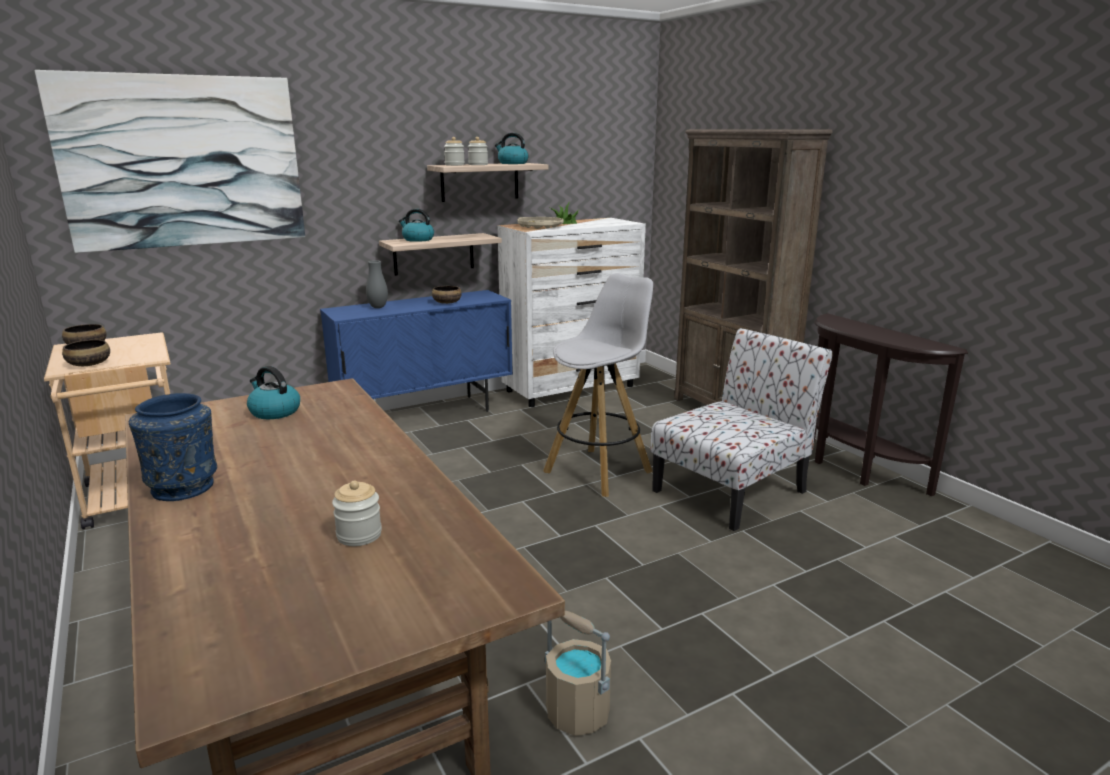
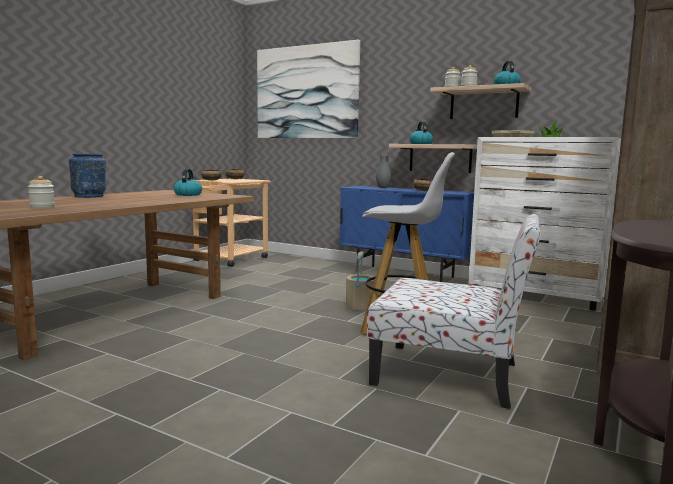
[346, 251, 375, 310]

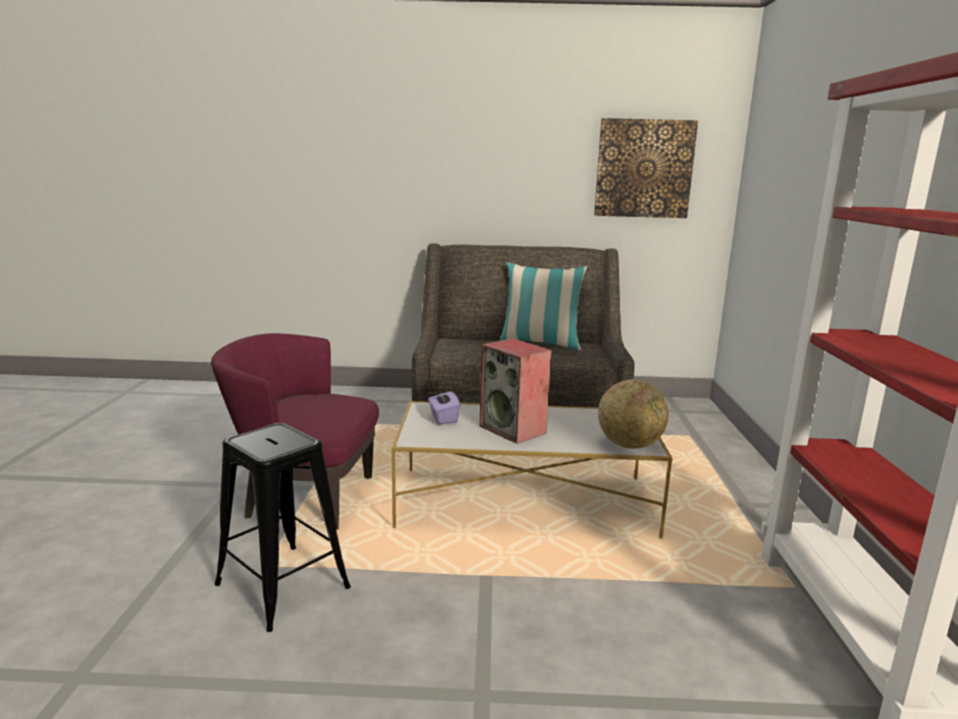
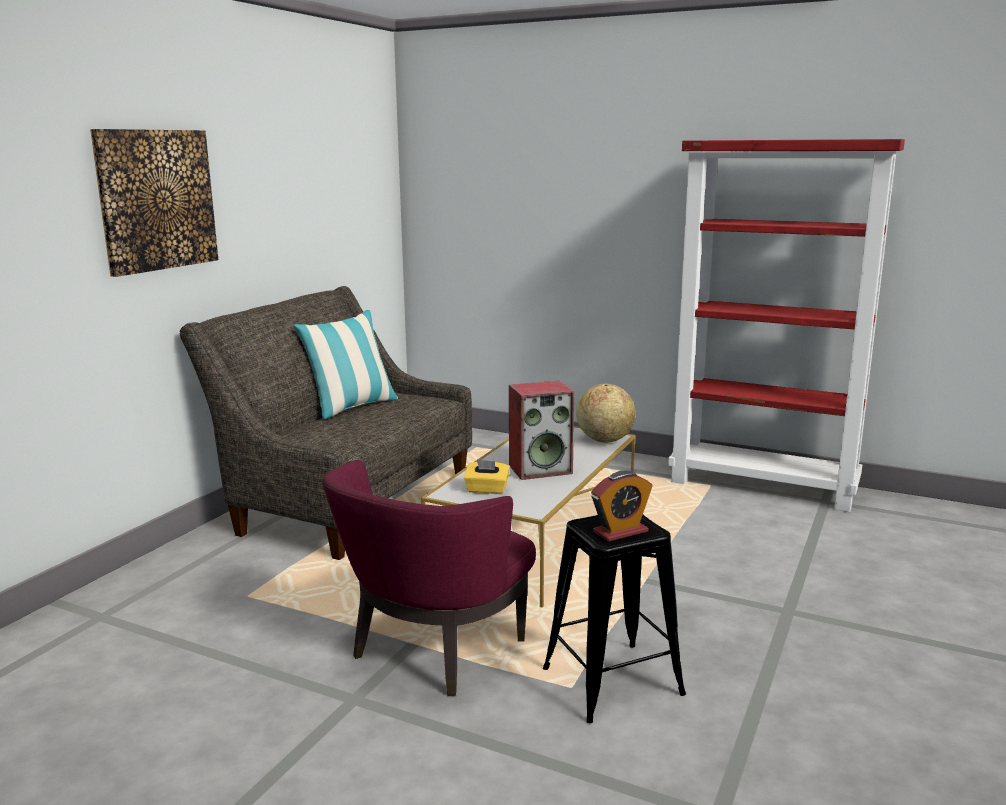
[591, 471, 653, 542]
[90, 129, 218, 277]
[464, 460, 510, 494]

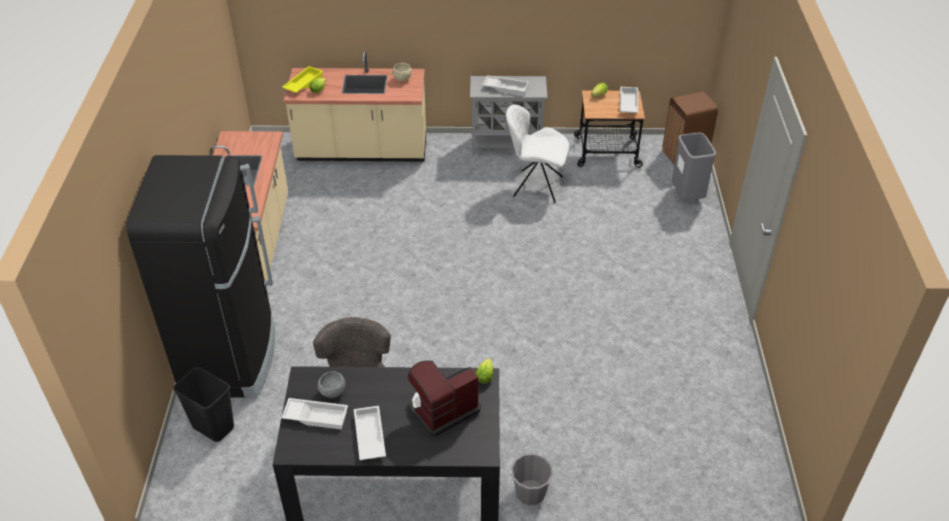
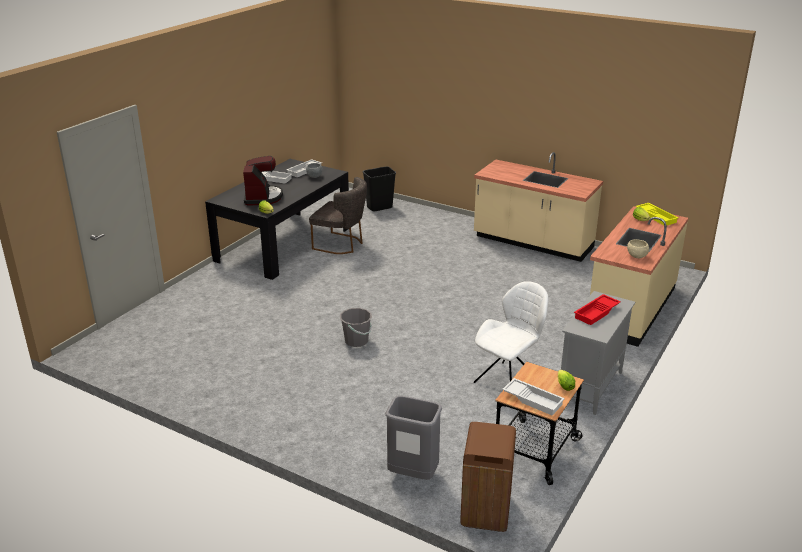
[127, 155, 275, 398] (first image)
[340, 308, 372, 347]
[574, 294, 621, 325]

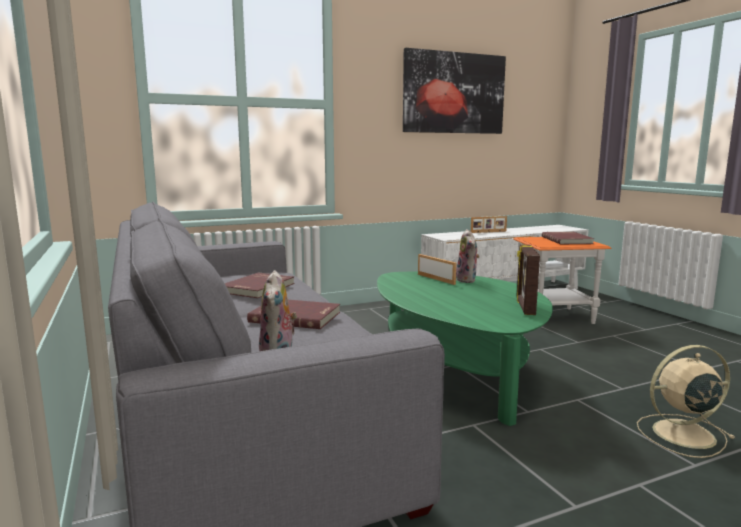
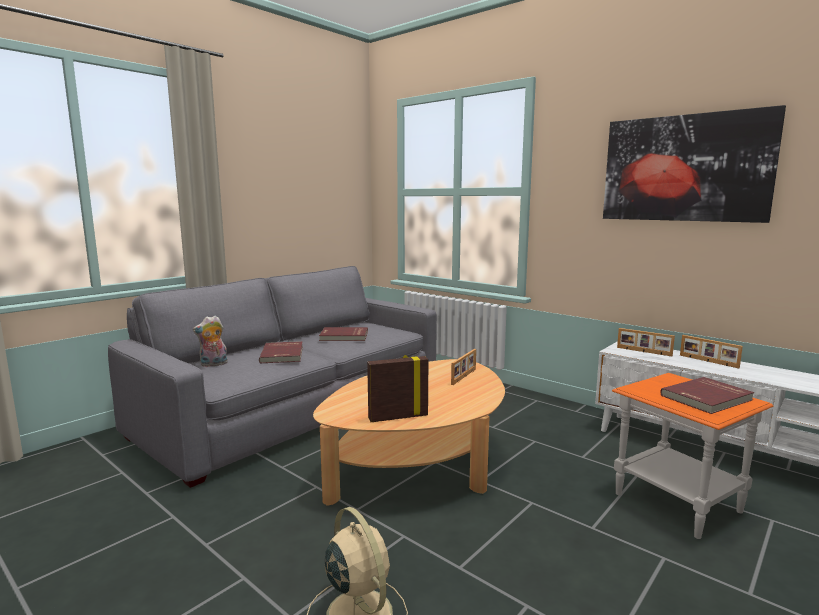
[456, 229, 480, 283] (first image)
[617, 328, 675, 356]
[313, 359, 505, 506]

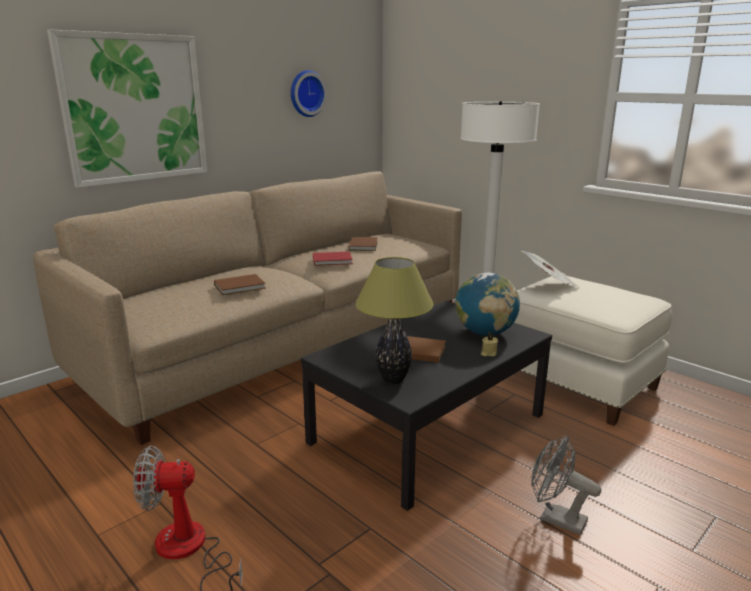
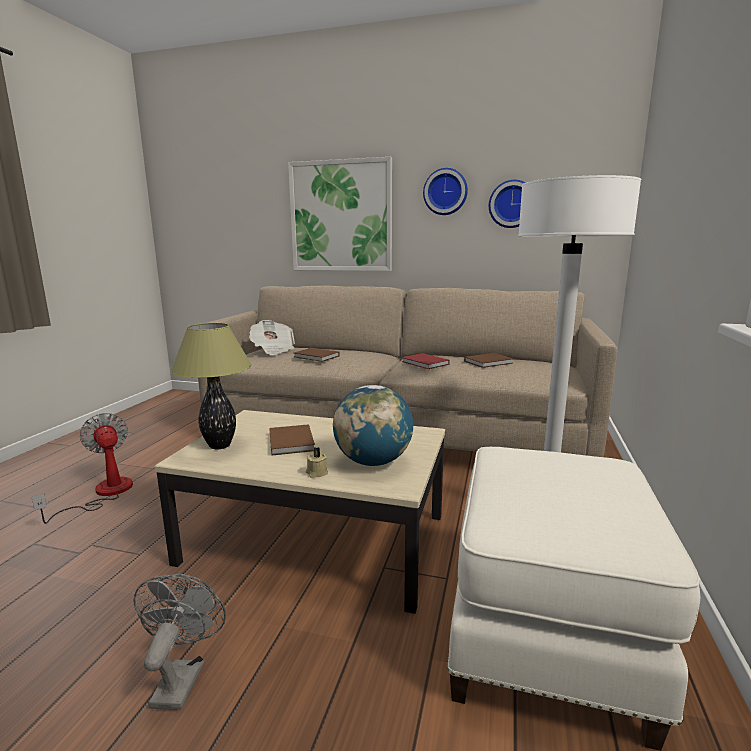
[423, 168, 468, 215]
[249, 320, 295, 355]
[155, 410, 445, 614]

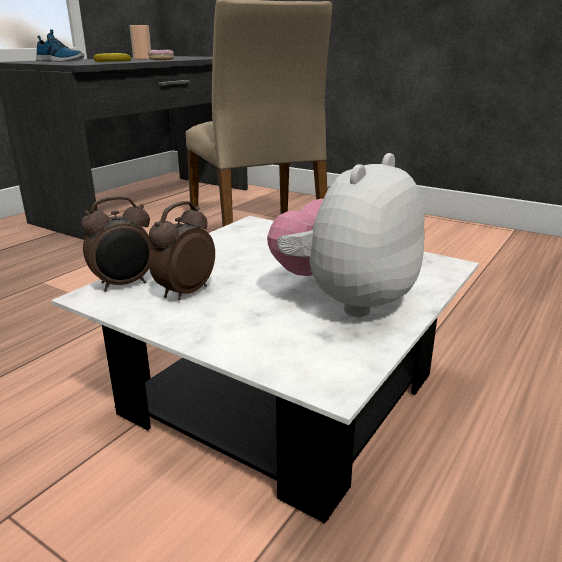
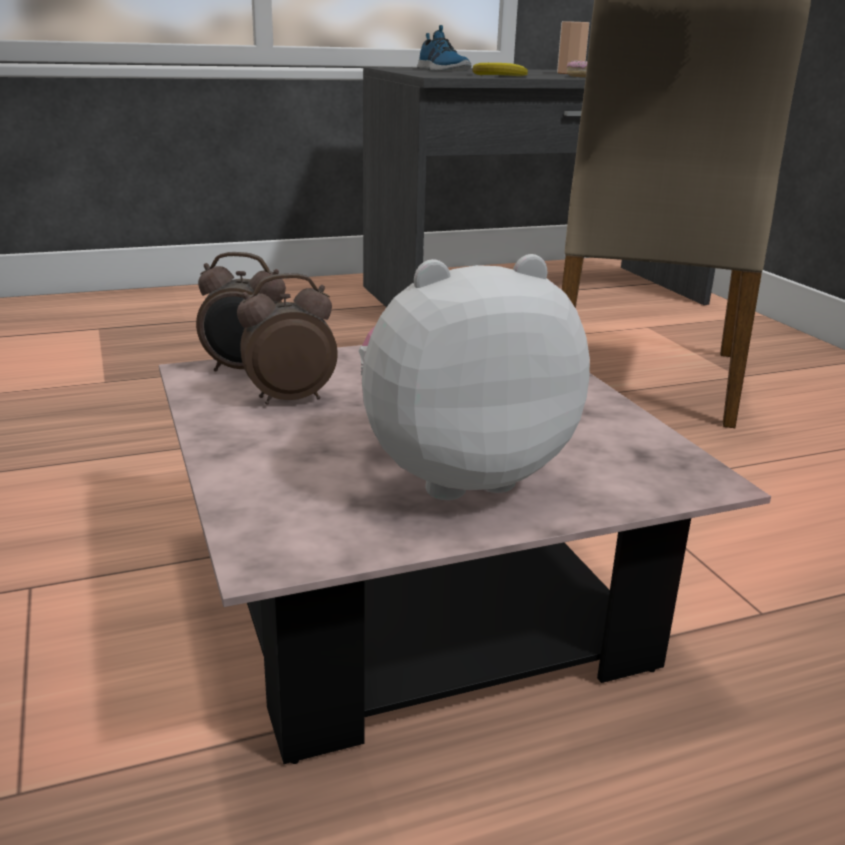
[159, 345, 771, 764]

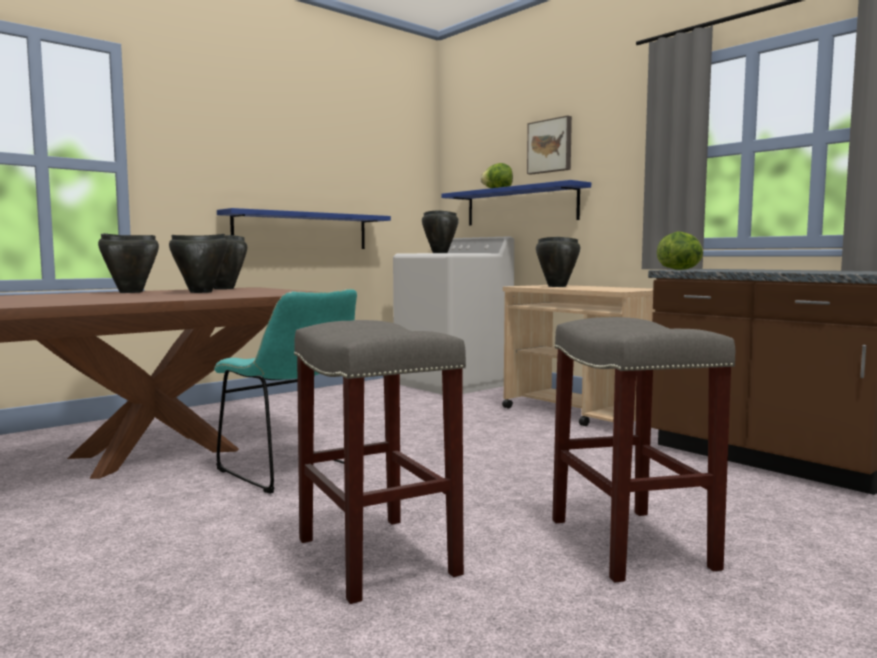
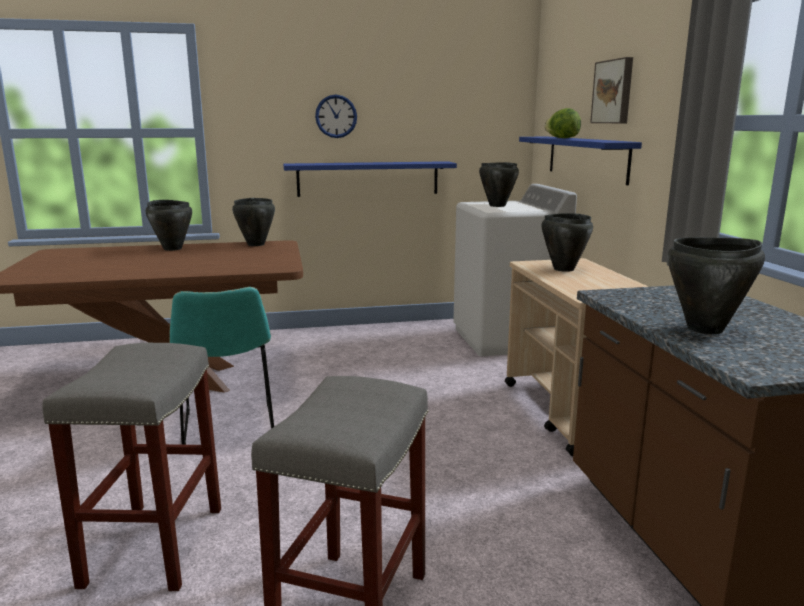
[657, 231, 703, 270] (first image)
[315, 95, 357, 138]
[667, 237, 765, 334]

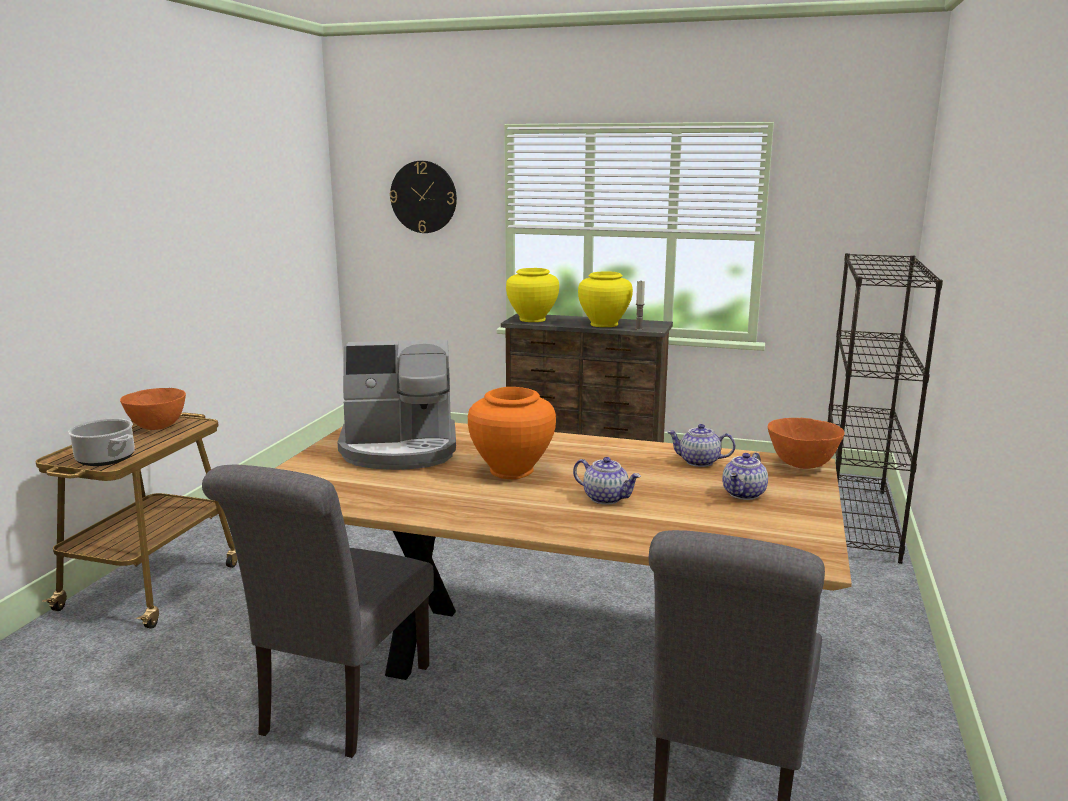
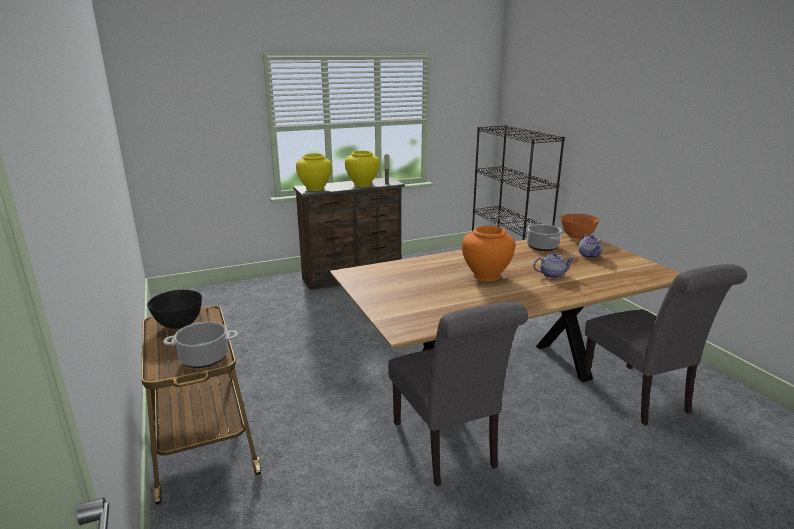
[338, 339, 456, 470] (first image)
[390, 161, 457, 233] (first image)
[527, 224, 562, 251]
[147, 290, 202, 329]

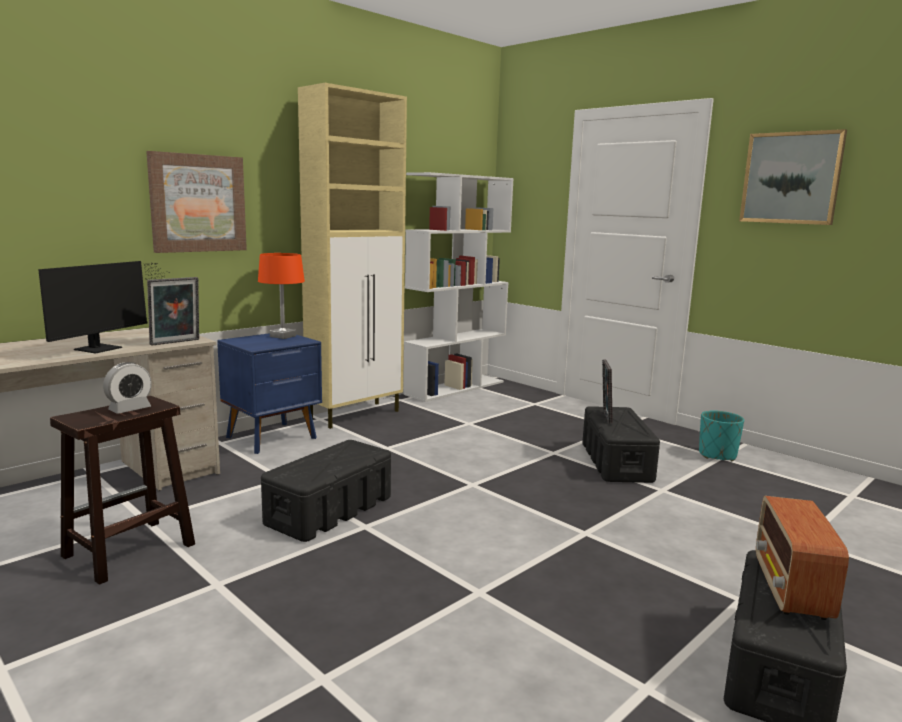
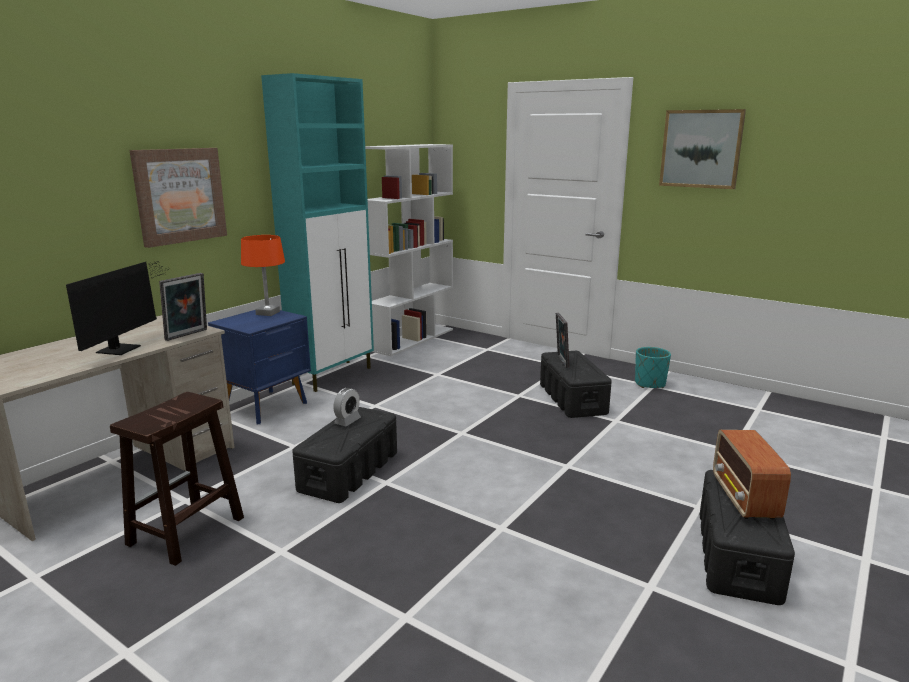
[333, 388, 361, 426]
[261, 73, 374, 392]

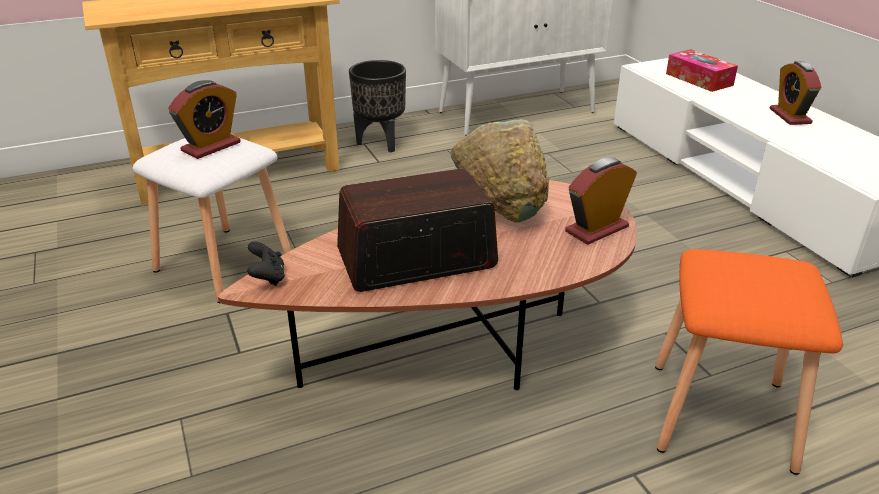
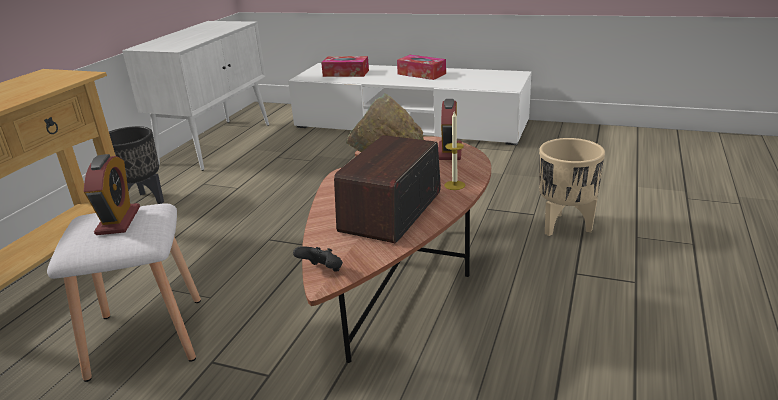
[444, 112, 465, 190]
[539, 138, 605, 236]
[397, 55, 446, 80]

